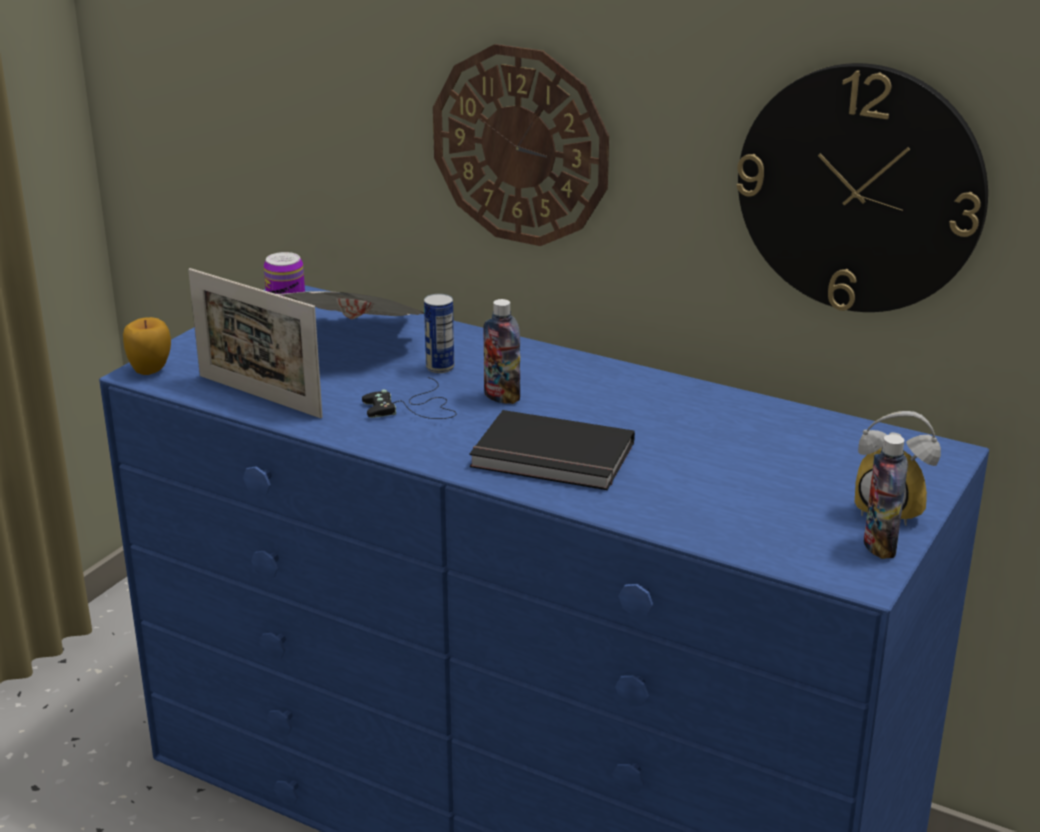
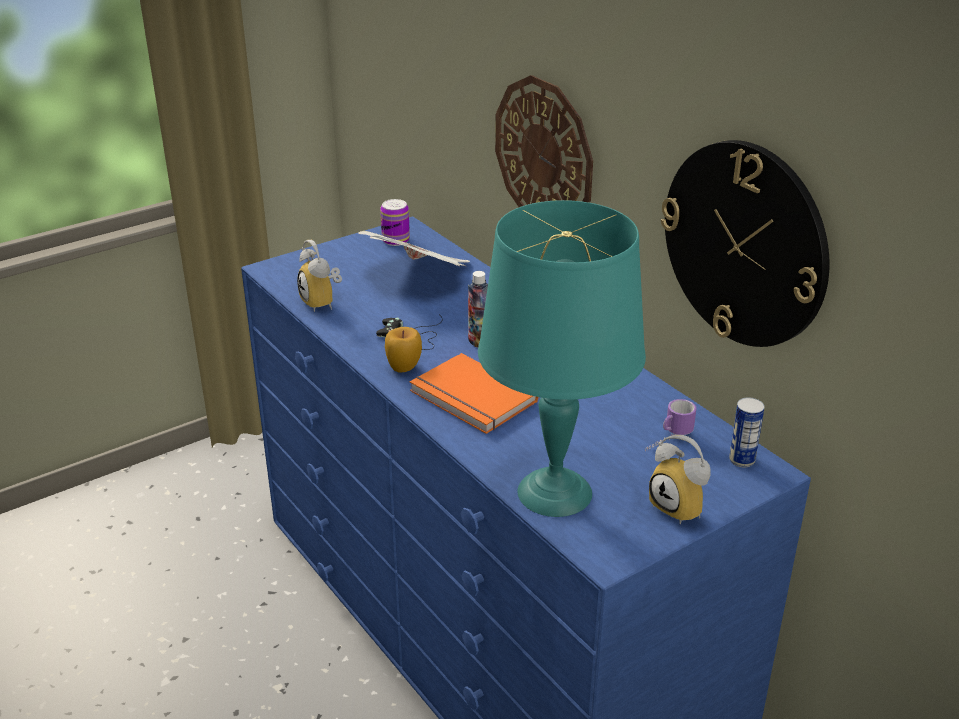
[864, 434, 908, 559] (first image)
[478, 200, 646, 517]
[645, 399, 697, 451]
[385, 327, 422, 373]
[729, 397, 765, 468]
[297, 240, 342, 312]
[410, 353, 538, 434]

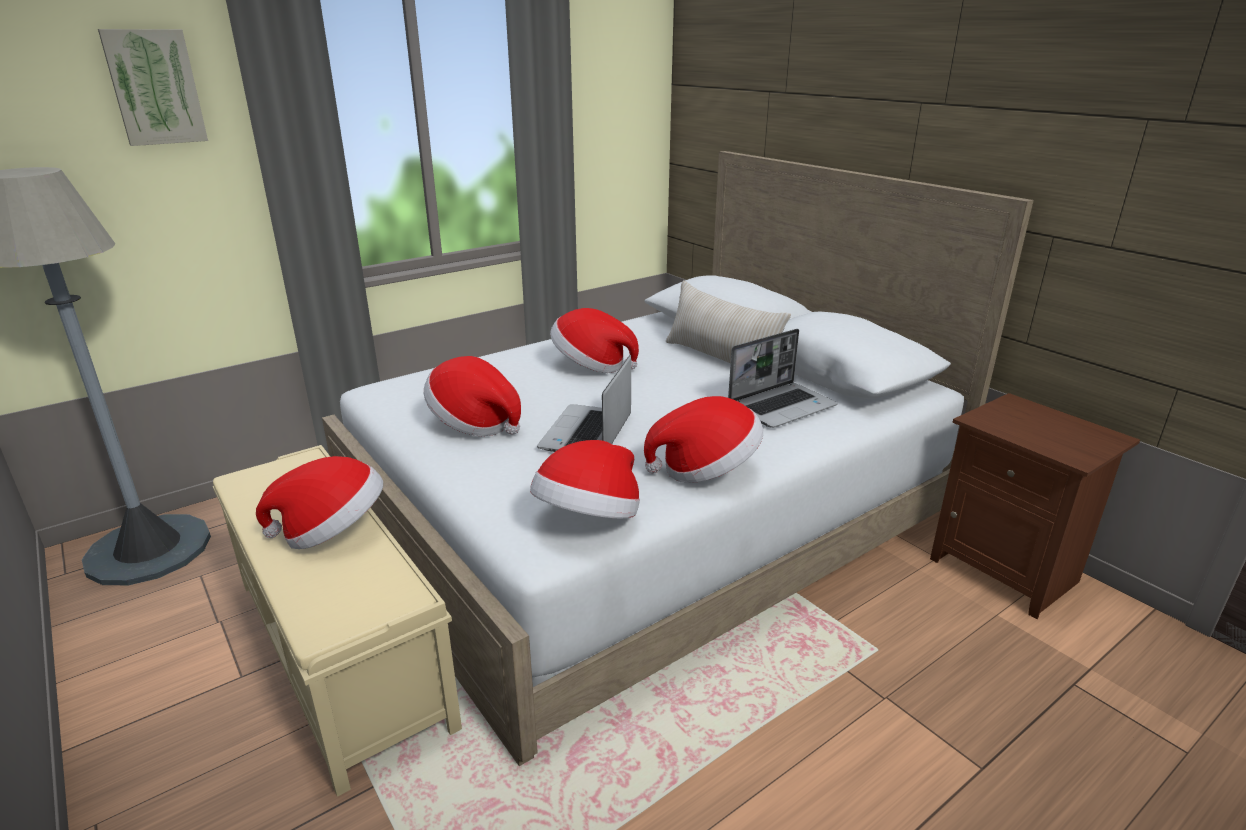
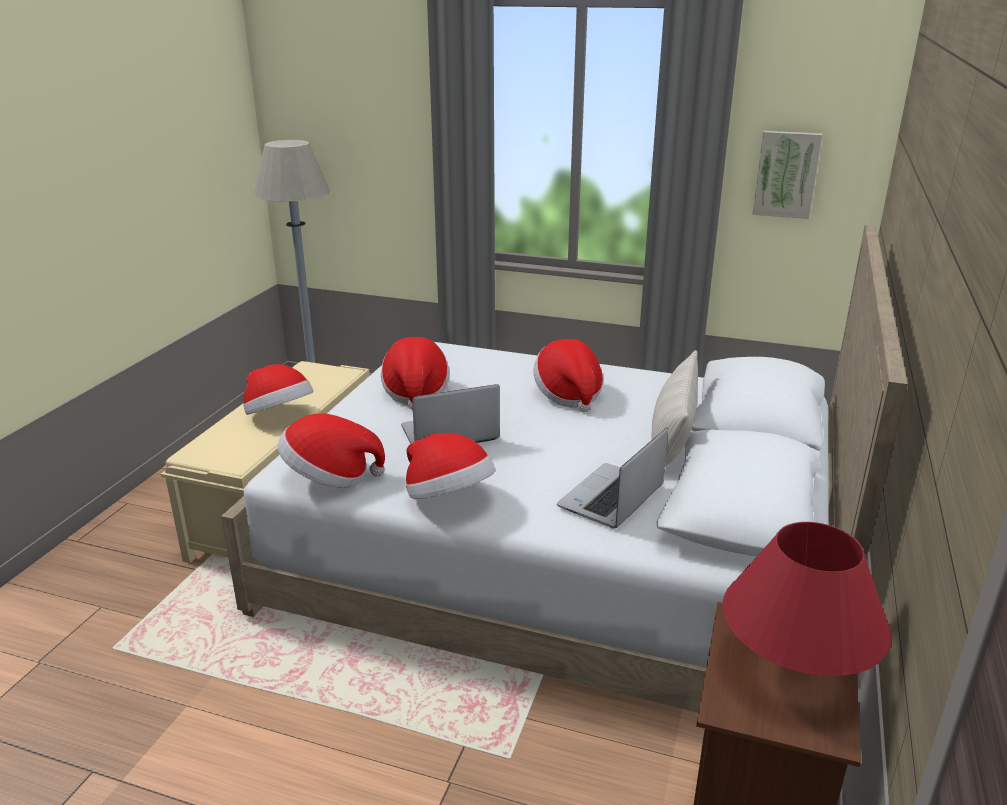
[722, 522, 892, 676]
[752, 131, 822, 219]
[557, 427, 668, 529]

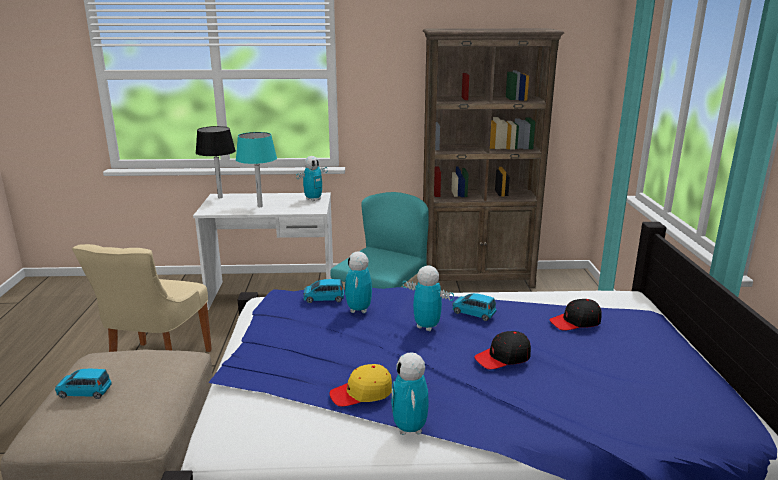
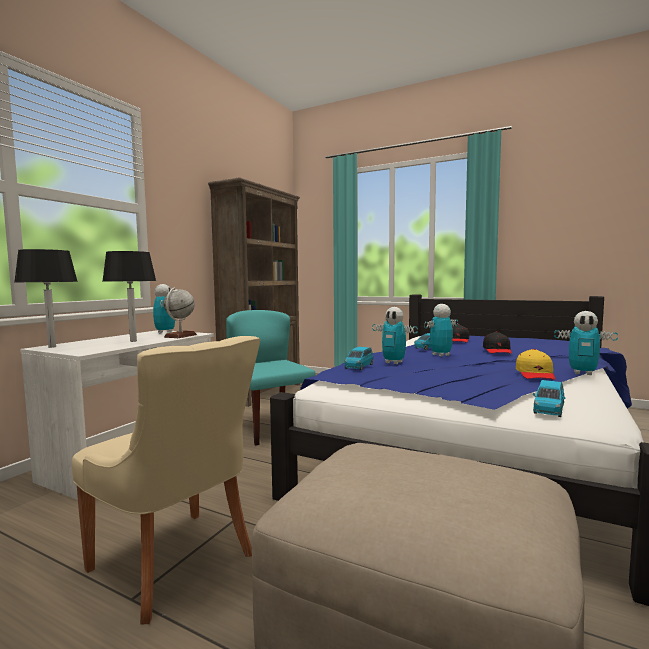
[164, 288, 197, 338]
[533, 380, 565, 417]
[102, 251, 156, 342]

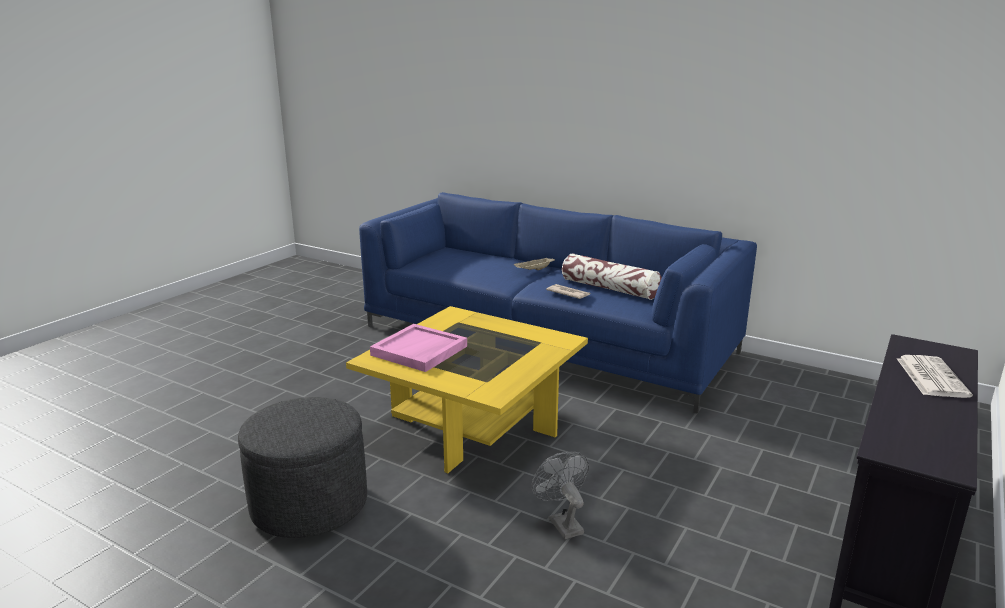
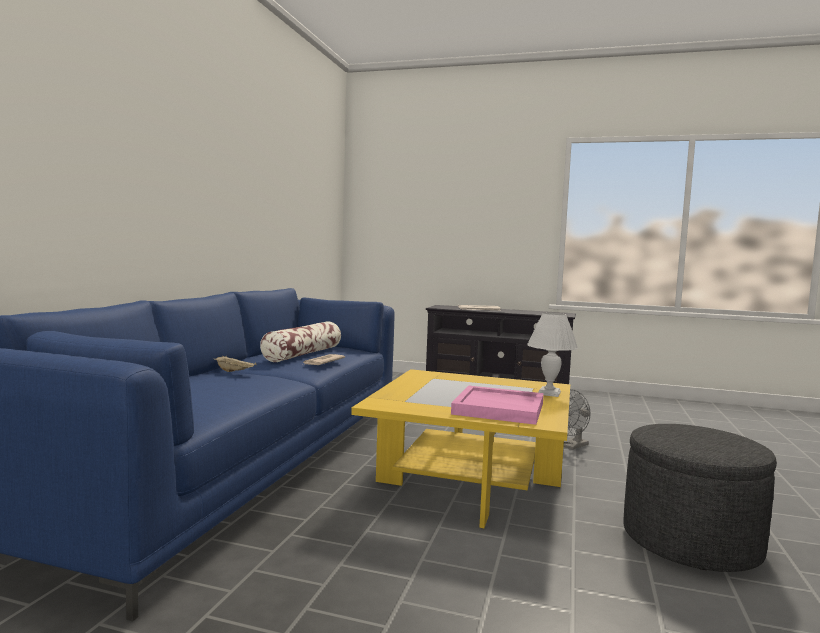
[527, 313, 578, 397]

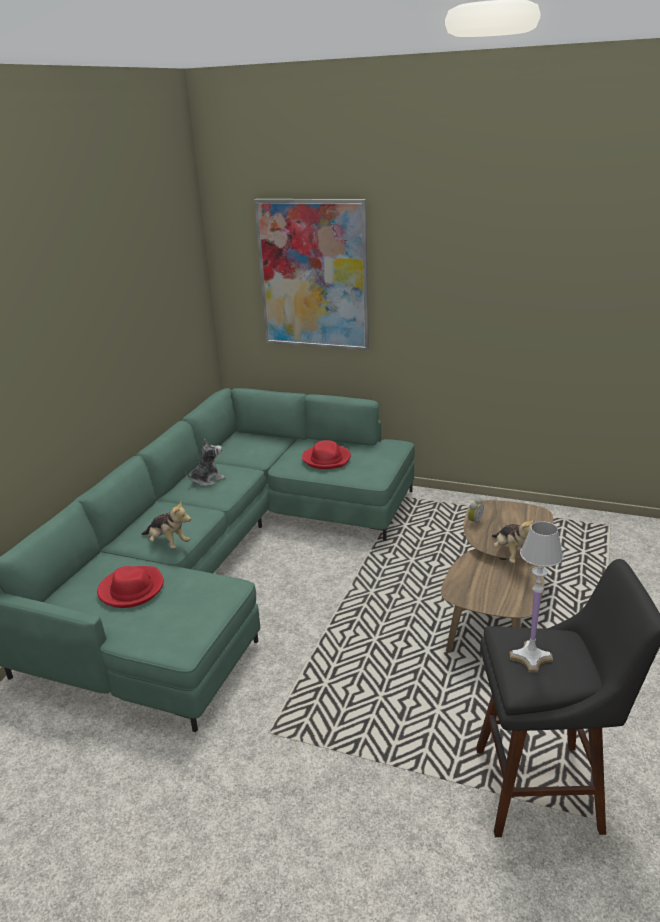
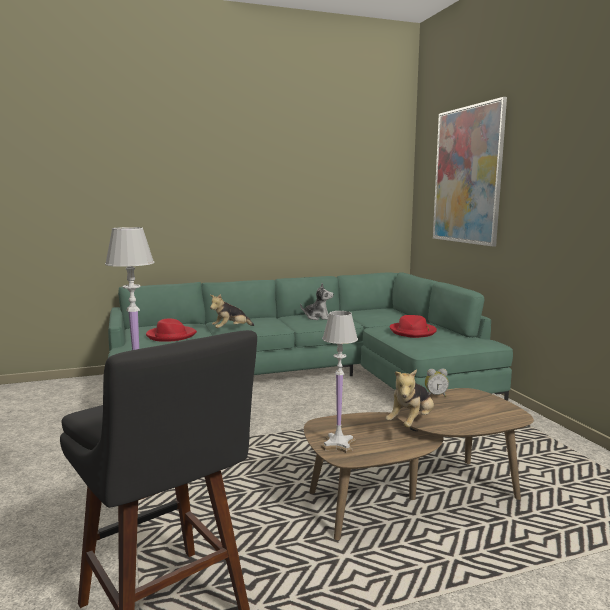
[321, 311, 358, 453]
[210, 294, 254, 328]

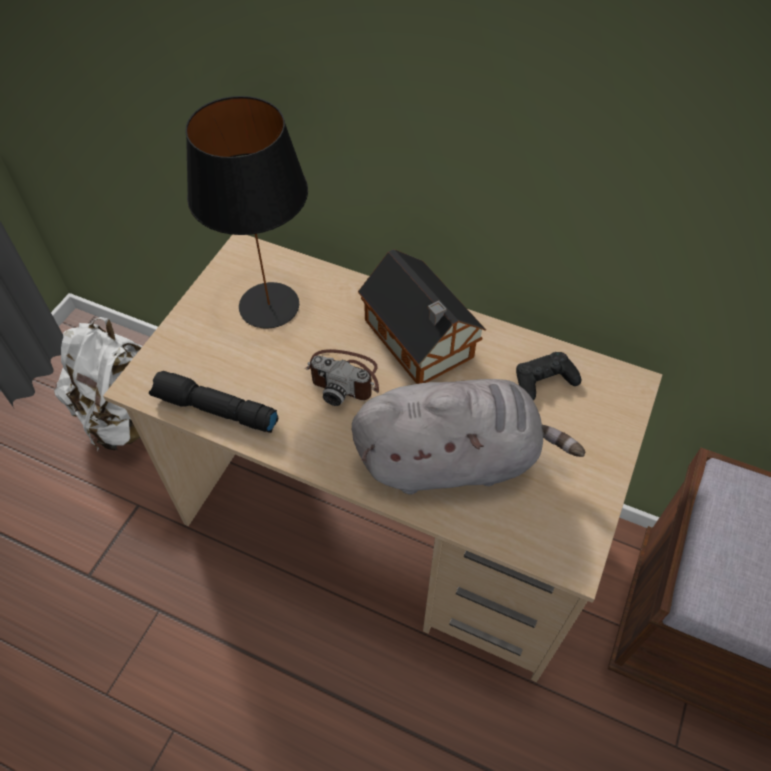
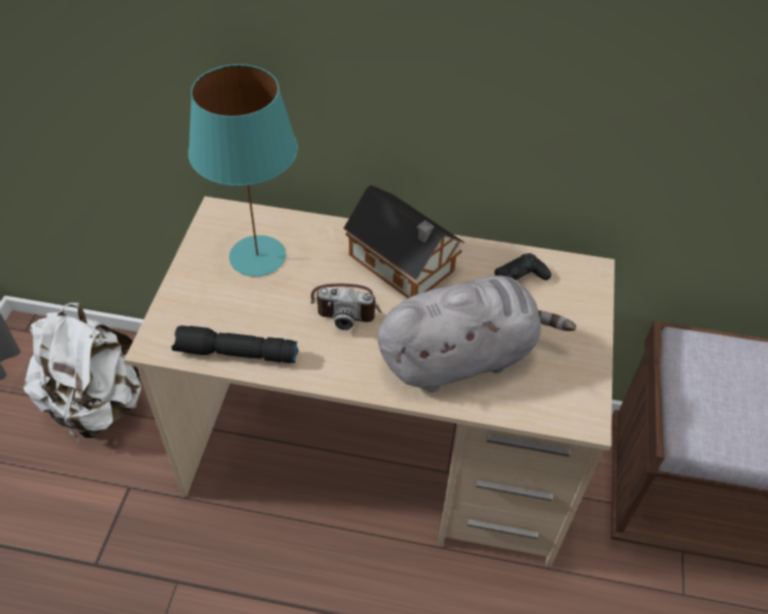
[188, 64, 298, 277]

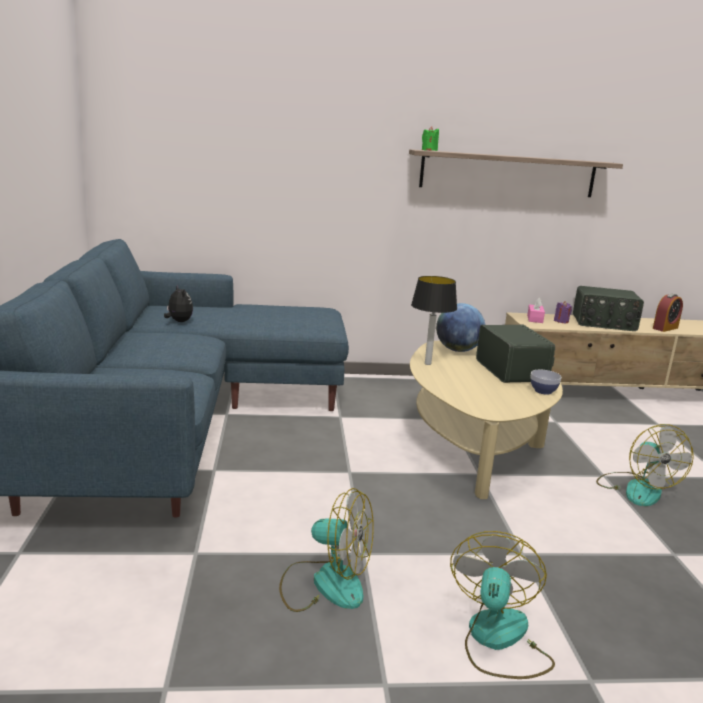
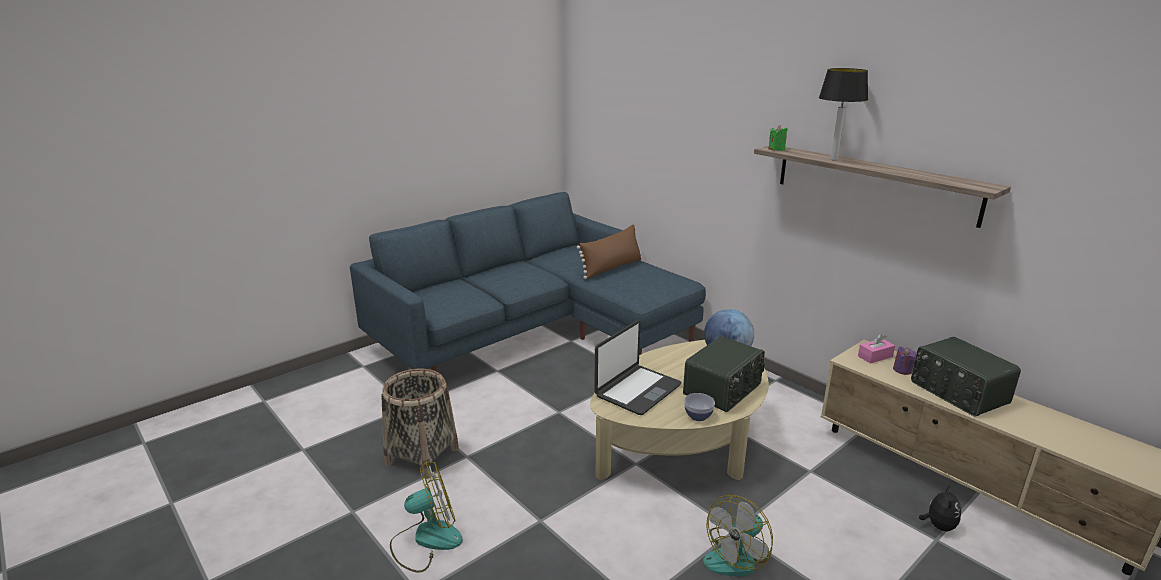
[653, 294, 683, 332] (first image)
[577, 225, 642, 279]
[594, 320, 682, 415]
[919, 485, 961, 531]
[819, 68, 868, 161]
[381, 369, 459, 479]

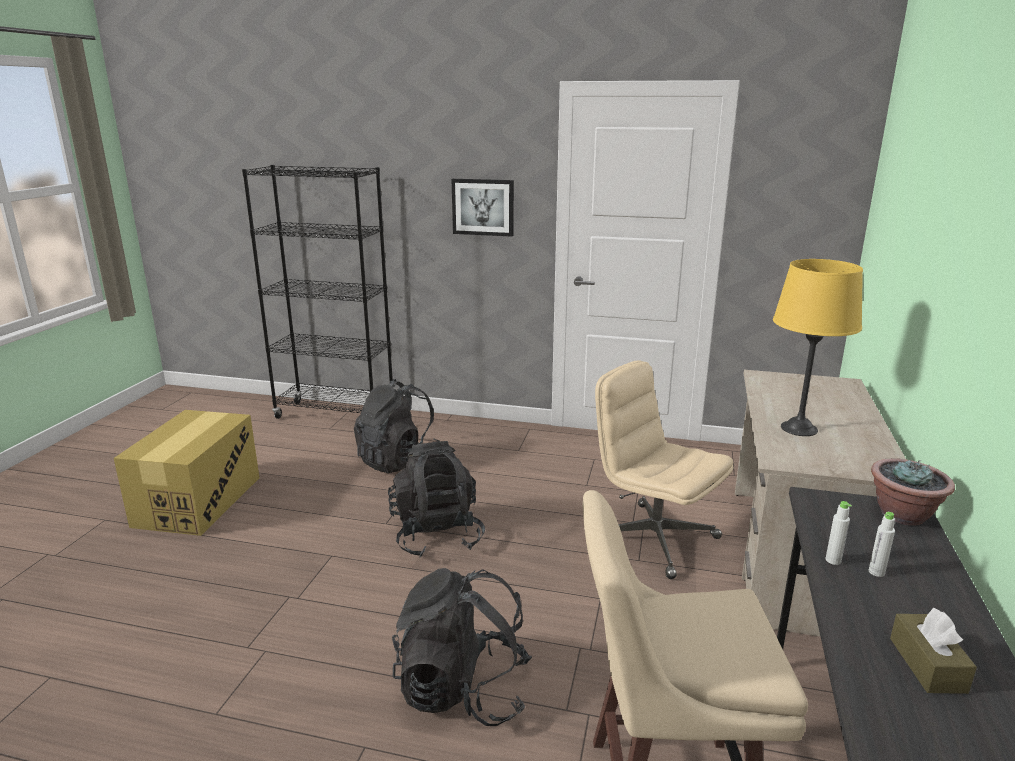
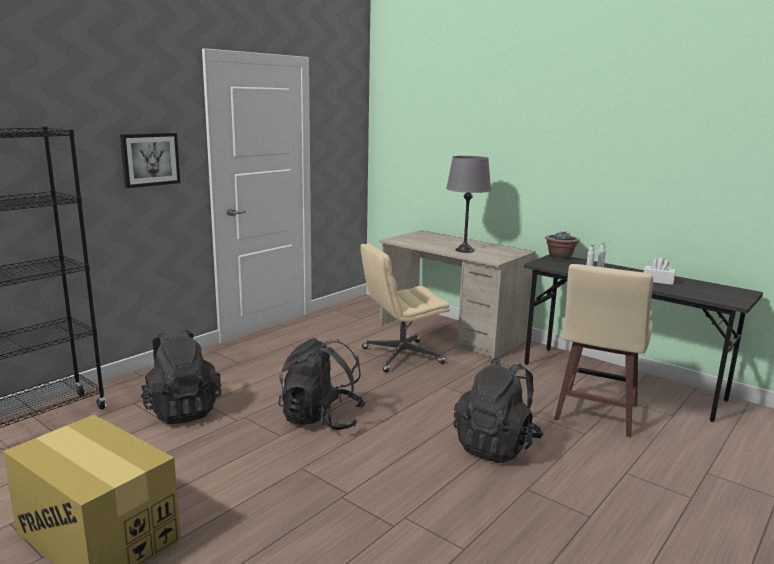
[446, 156, 491, 253]
[644, 257, 676, 285]

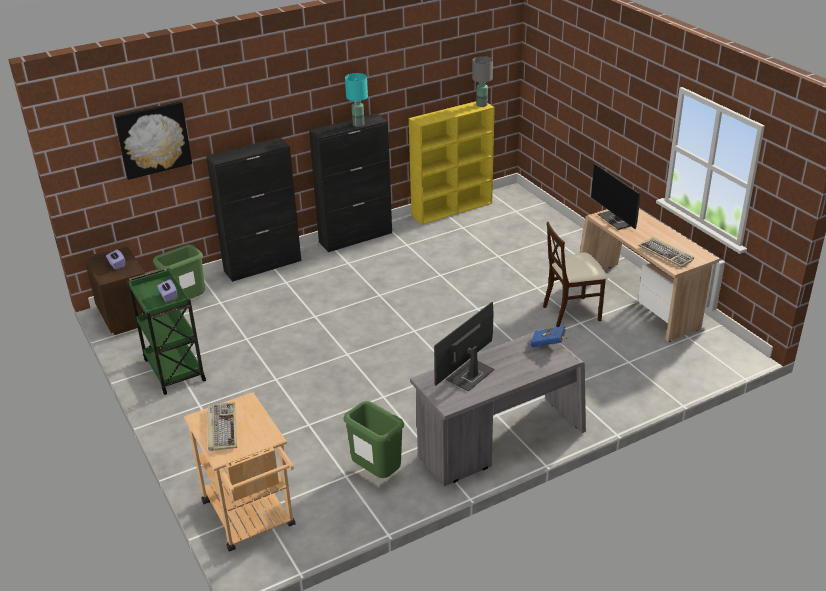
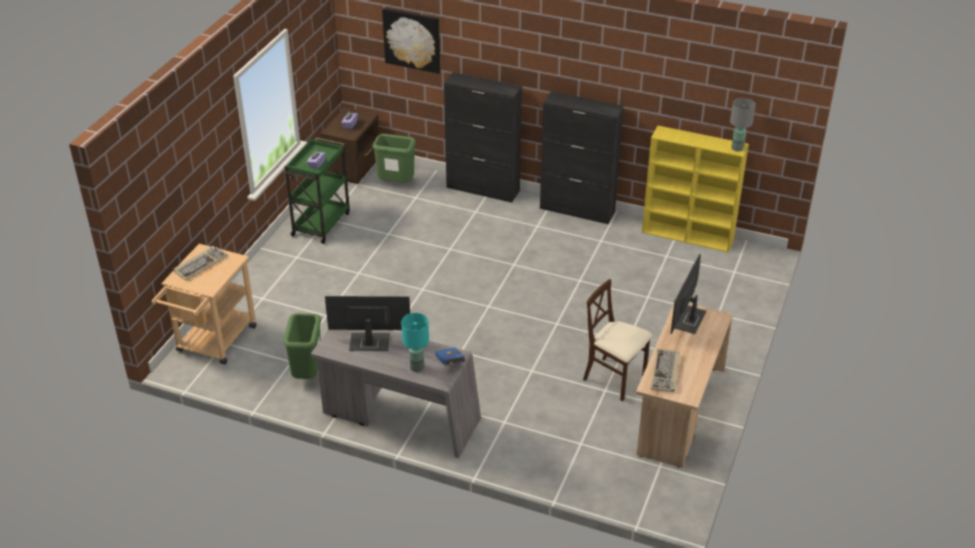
[401, 313, 429, 372]

